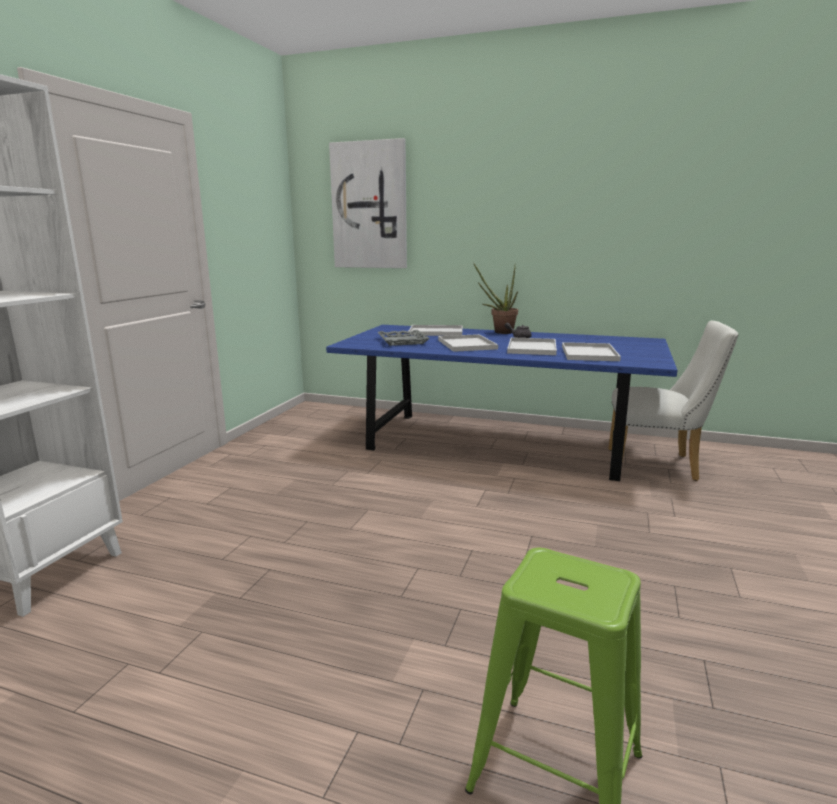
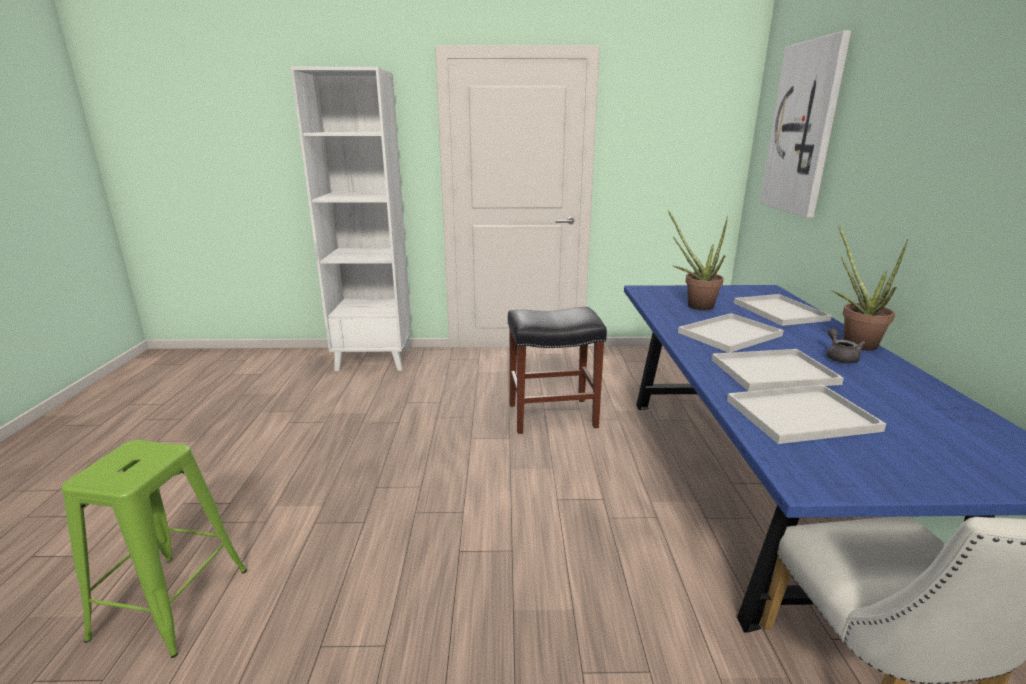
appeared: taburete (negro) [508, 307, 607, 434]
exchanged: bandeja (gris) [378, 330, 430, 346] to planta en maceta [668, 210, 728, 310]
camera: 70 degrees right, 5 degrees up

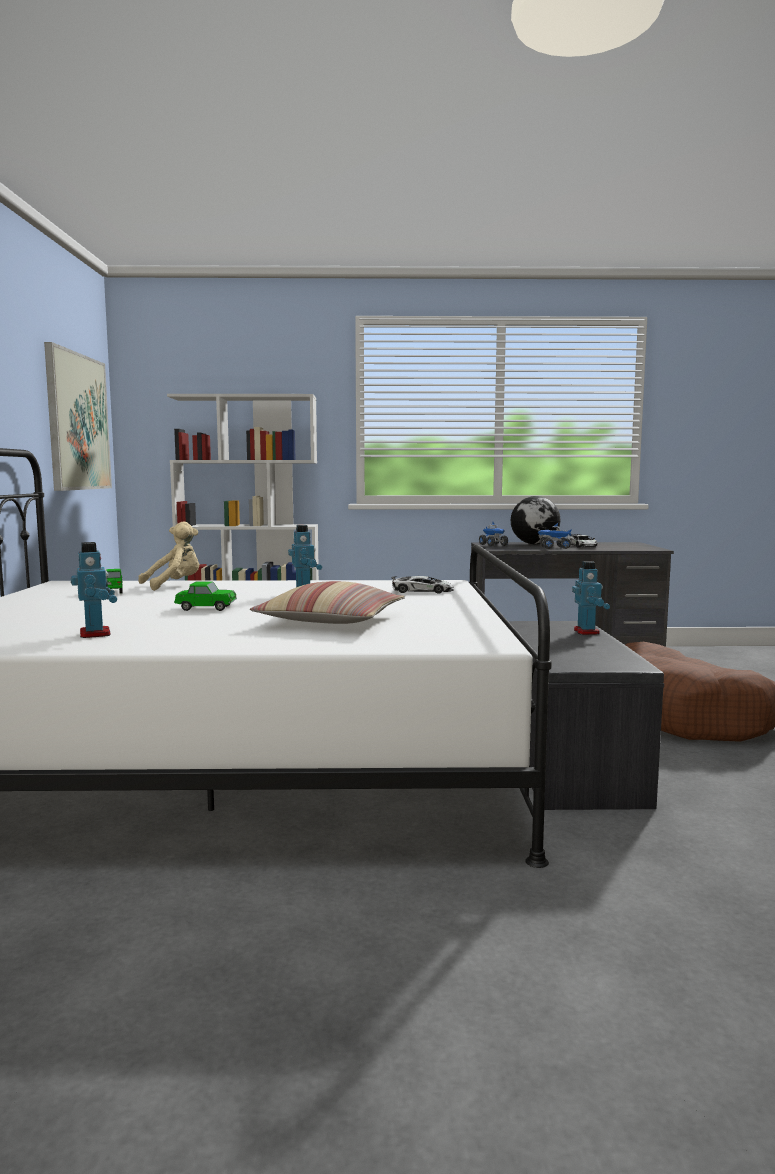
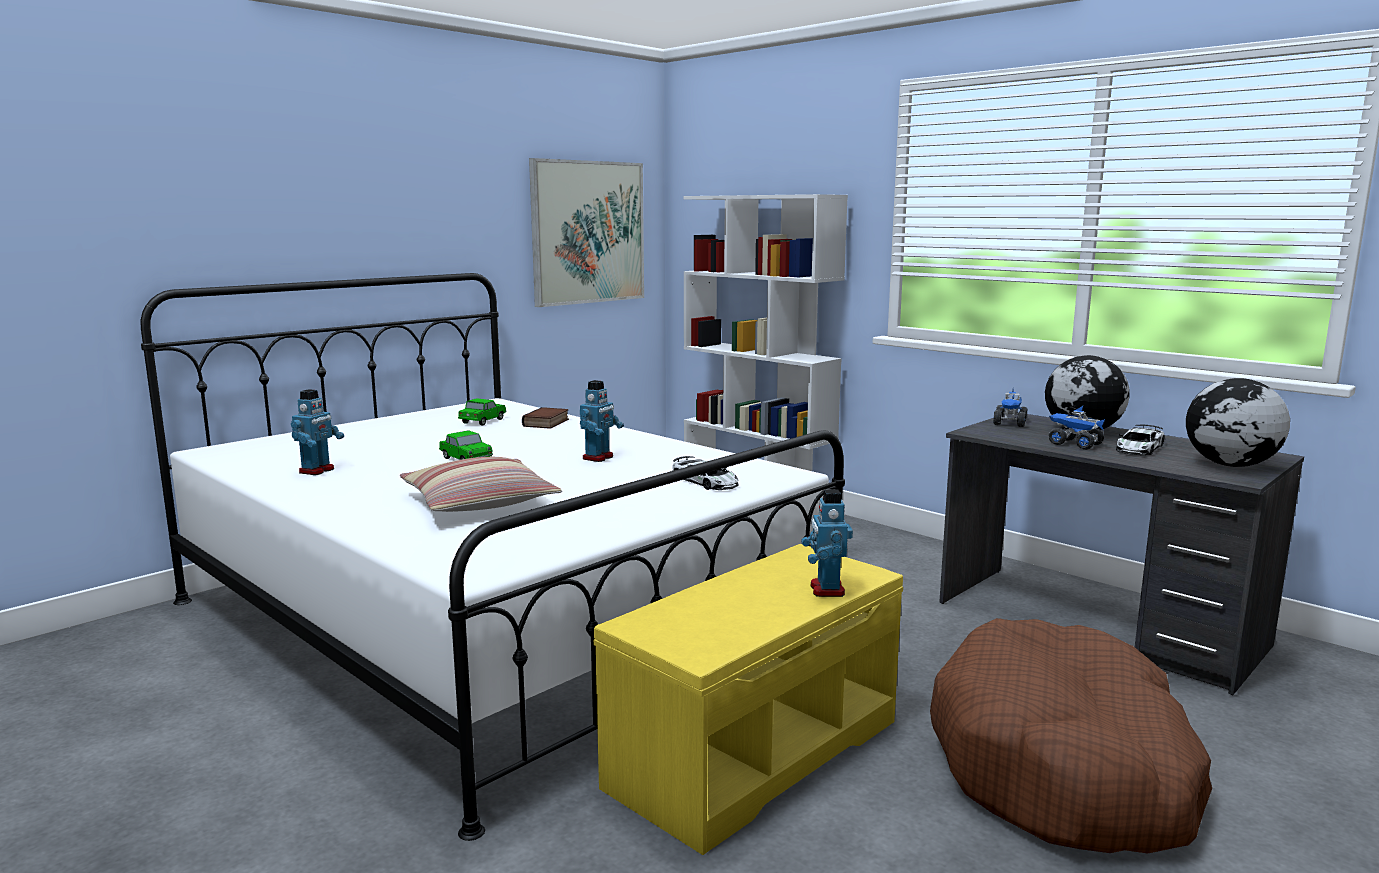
appeared: globo terráqueo [1186, 378, 1290, 467]
exchanged: peluche (beis) [138, 522, 199, 591] to libro [522, 407, 569, 429]
colour: banco (gris) [504, 621, 664, 810] to banco (amarillo) [593, 544, 903, 855]
spun: robot de juguete [572, 561, 610, 635] = [801, 489, 853, 597] 135 degrees clockwise
camera: 45 degrees right, 5 degrees up

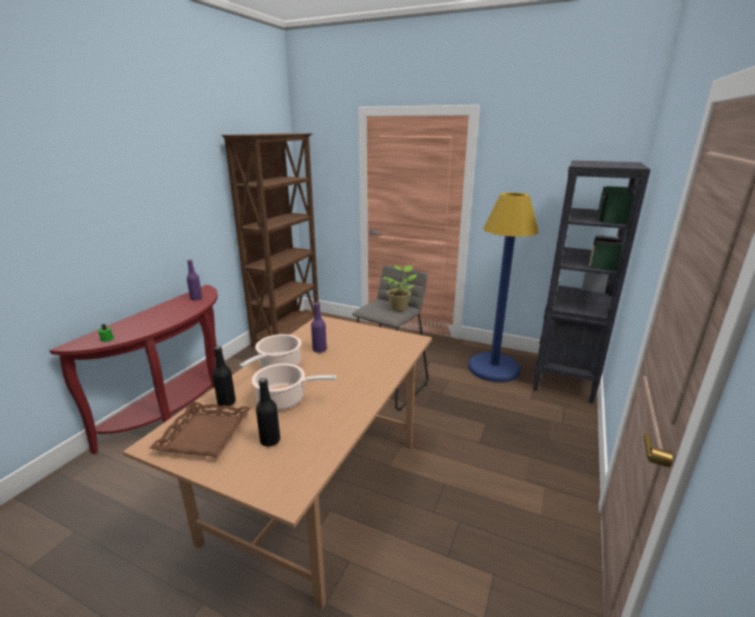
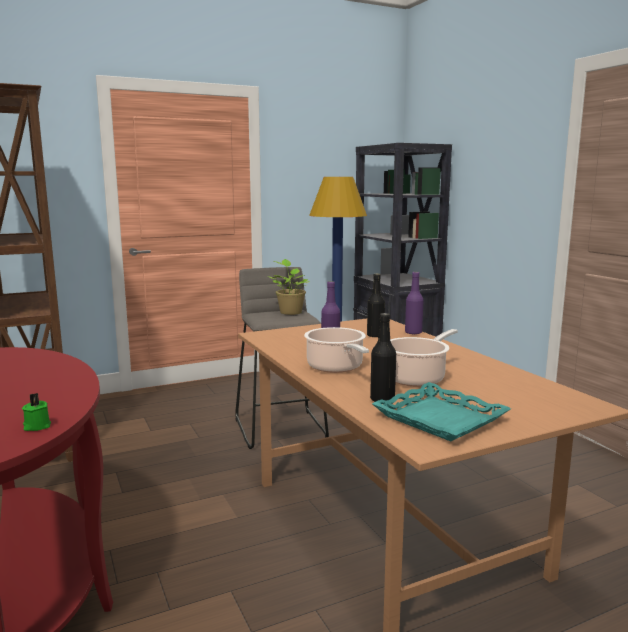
relocated: botella (morado) [187, 259, 202, 301] to [405, 272, 424, 335]; botella (negro) [256, 378, 280, 447] to [367, 274, 385, 337]
colour: bandeja (marrón) [149, 402, 251, 457] to bandeja (turquesa) [372, 382, 511, 441]
camera: 50 degrees left, 10 degrees down

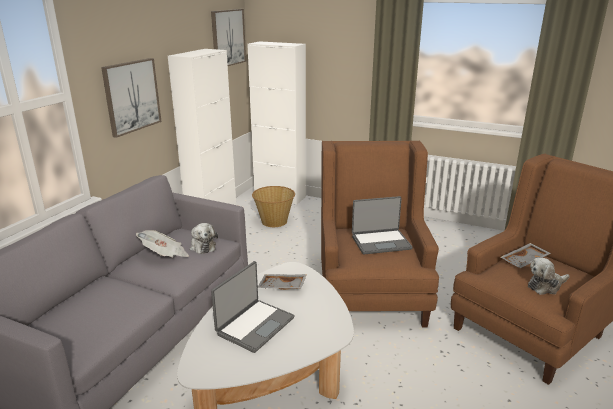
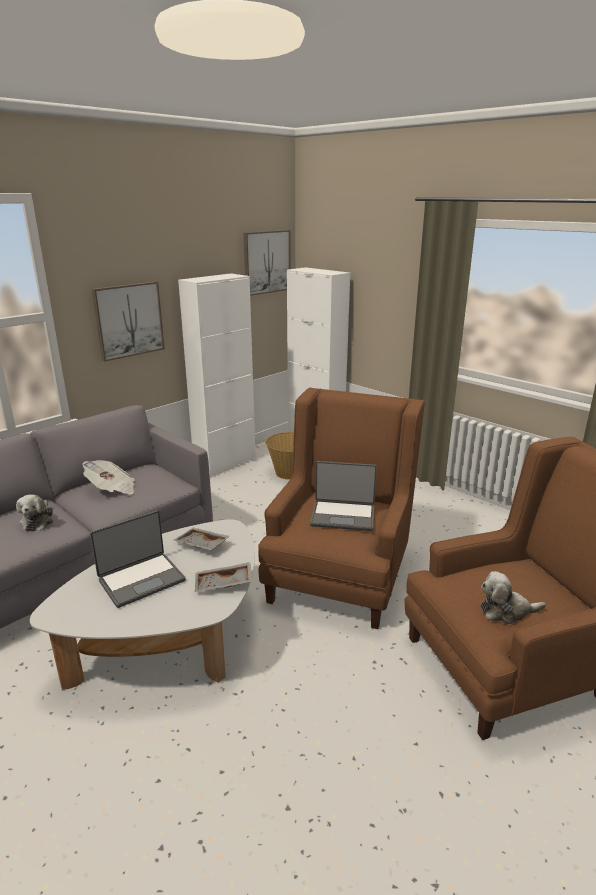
relocated: peluche [190, 223, 218, 254] to [16, 494, 53, 532]; bandeja (gris) [501, 243, 551, 268] to [195, 562, 252, 592]
camera: 20 degrees right, 0 degrees up

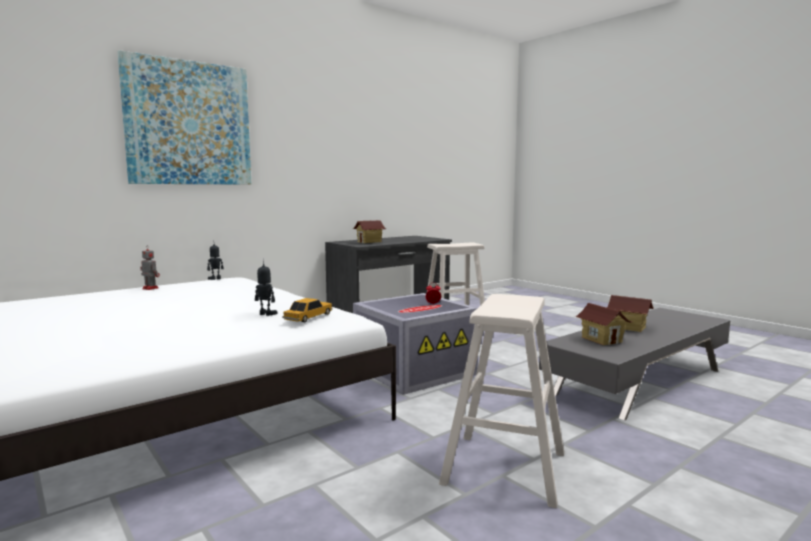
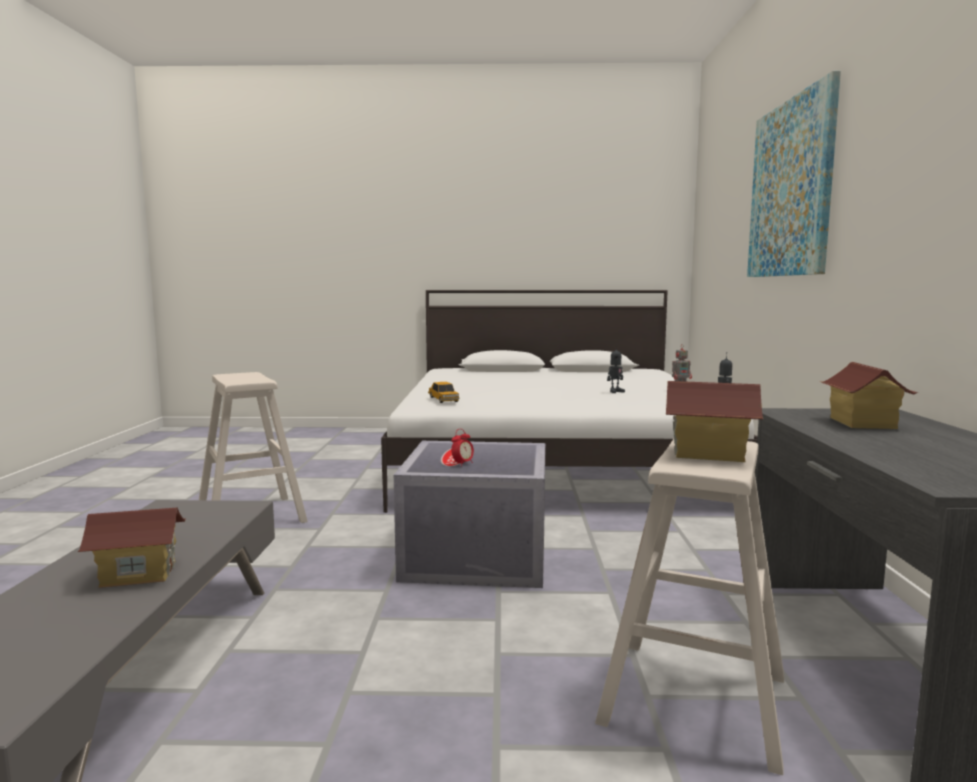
relocated: robot de juguete [255, 259, 278, 316] to [607, 344, 625, 393]; casita [575, 303, 632, 345] to [666, 381, 763, 462]
camera: 130 degrees right, 0 degrees up

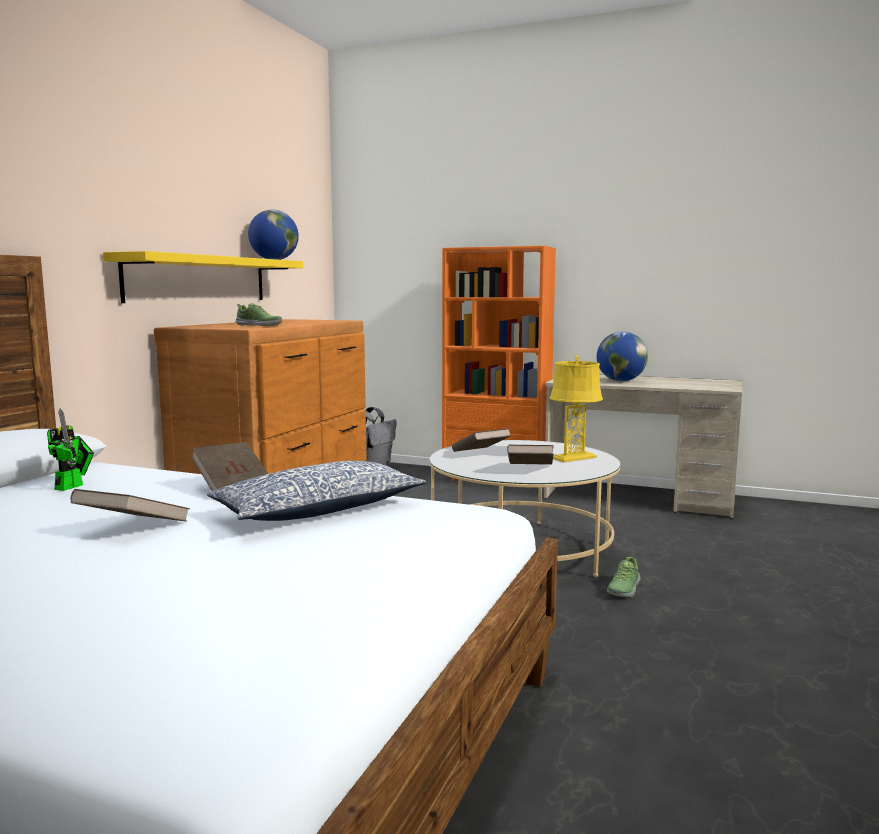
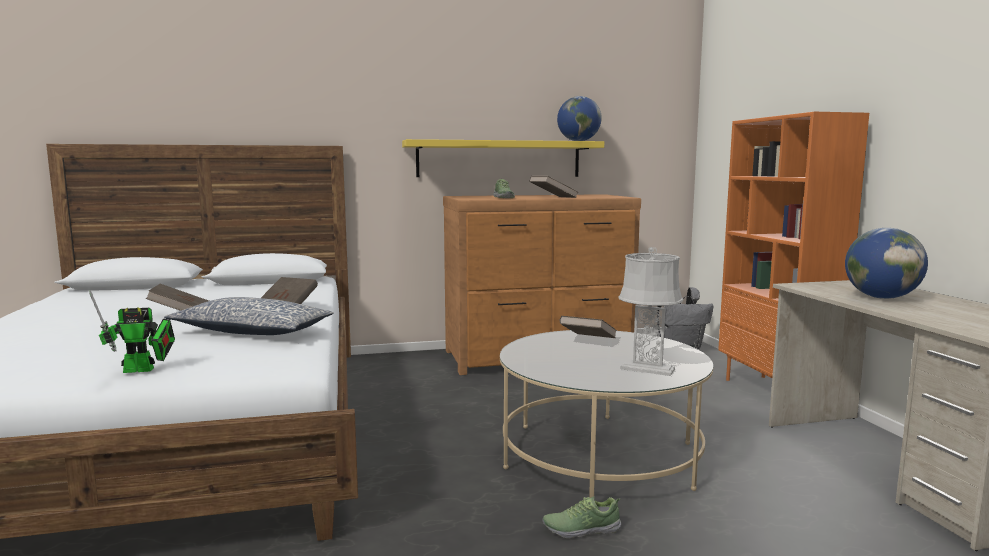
relocated: robot de juguete [47, 408, 94, 491] to [89, 290, 175, 373]; libro (marrón) [507, 445, 554, 465] to [529, 176, 578, 198]
colour: lámpara de mesa (amarillo) [550, 355, 603, 462] to lámpara de mesa (gris) [618, 247, 683, 376]
camera: 55 degrees right, 0 degrees up

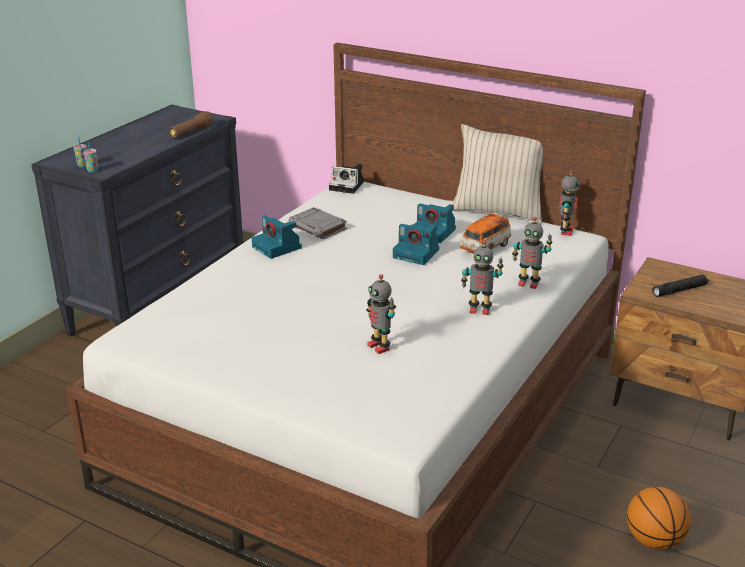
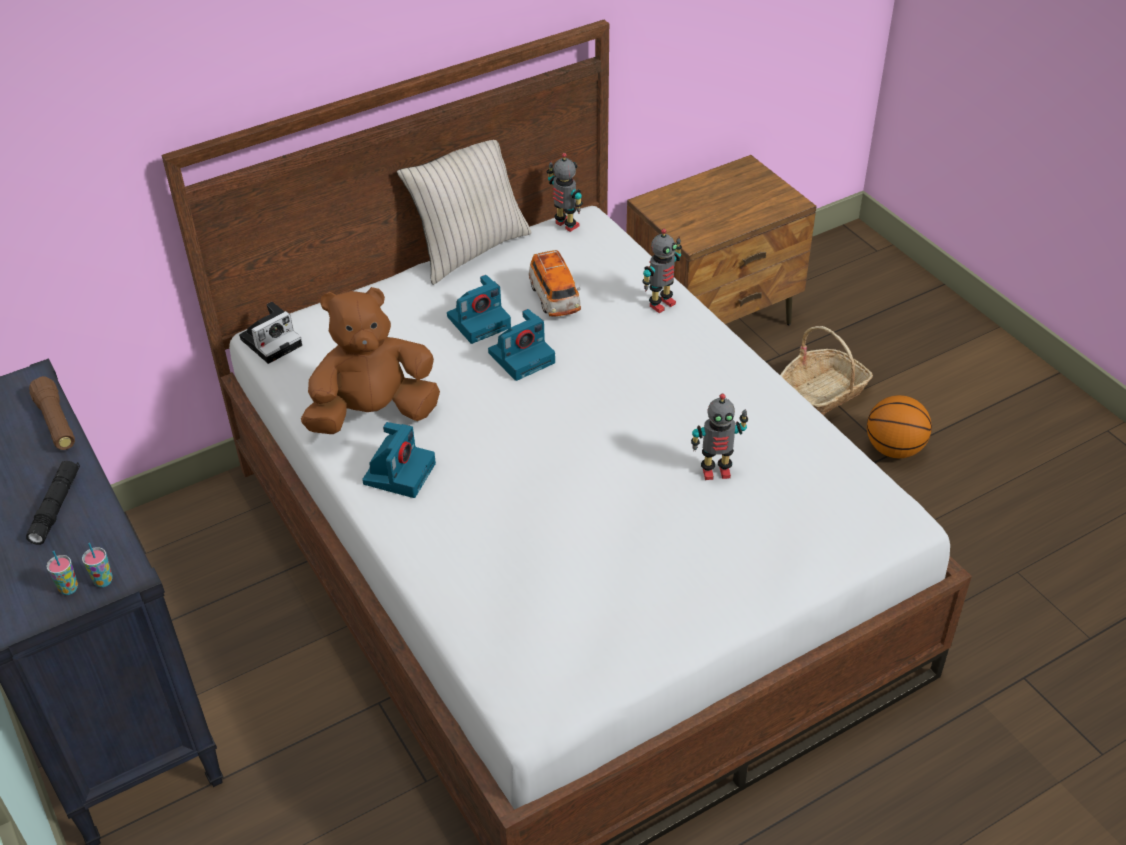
missing: robot de juguete [461, 240, 503, 315]
appeared: cesta [780, 326, 873, 415]
relocated: linterna (negro) [652, 274, 709, 297] to [26, 461, 80, 545]
exchanged: libro (gris) [289, 207, 347, 239] to peluche (marrón) [301, 287, 440, 434]
spun: cámara [252, 215, 302, 259] = [362, 422, 436, 498] 60 degrees counterclockwise
camera: 60 degrees left, 15 degrees up

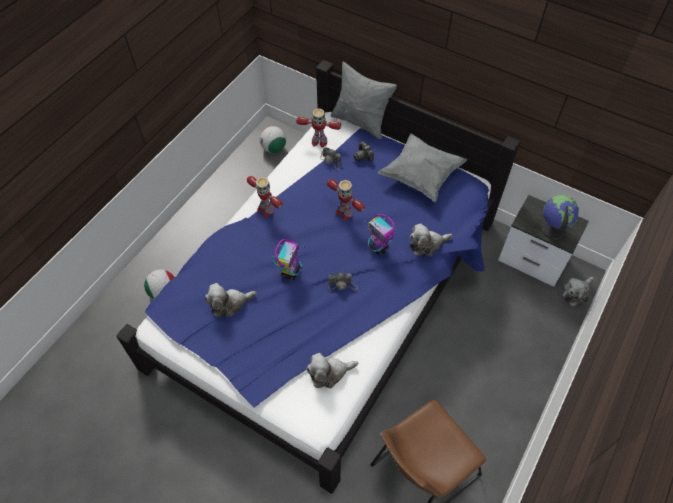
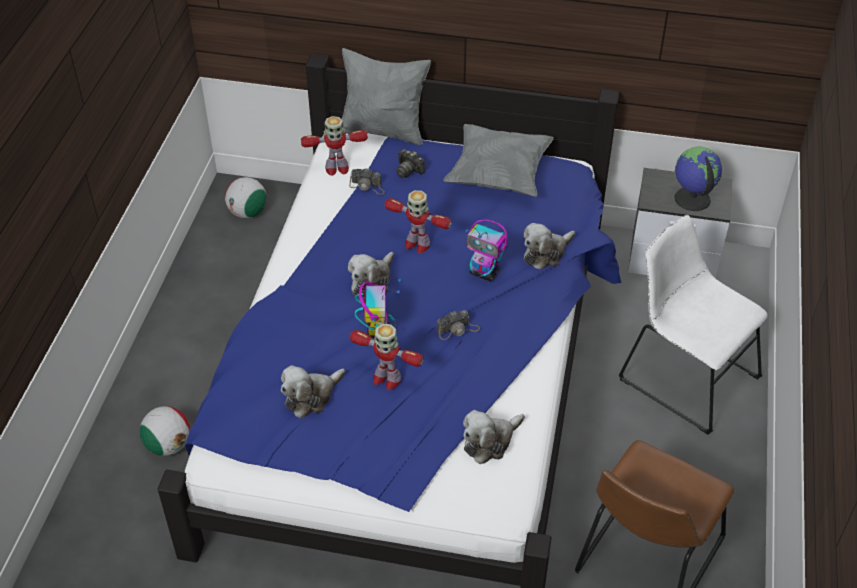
appeared: silla (blanco) [619, 215, 768, 435]
relocated: robot de juguete [247, 176, 283, 217] to [350, 324, 424, 390]; peluche [562, 277, 594, 307] to [348, 252, 394, 298]
camera: 20 degrees left, 10 degrees down

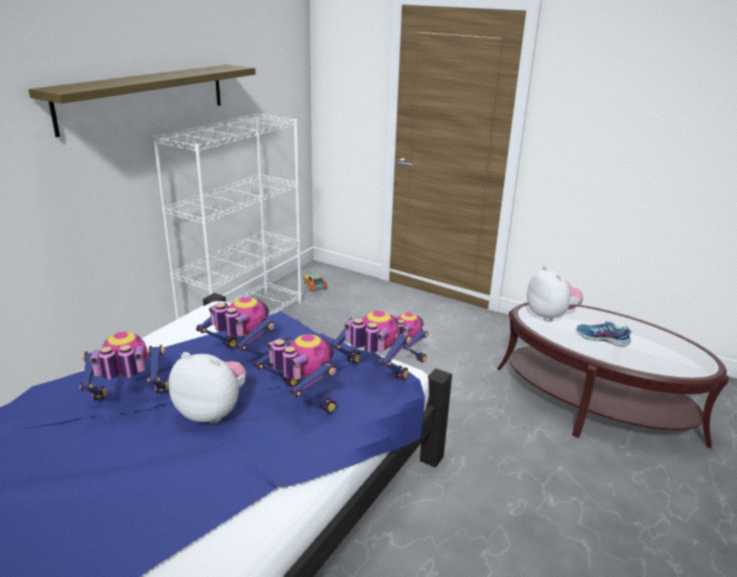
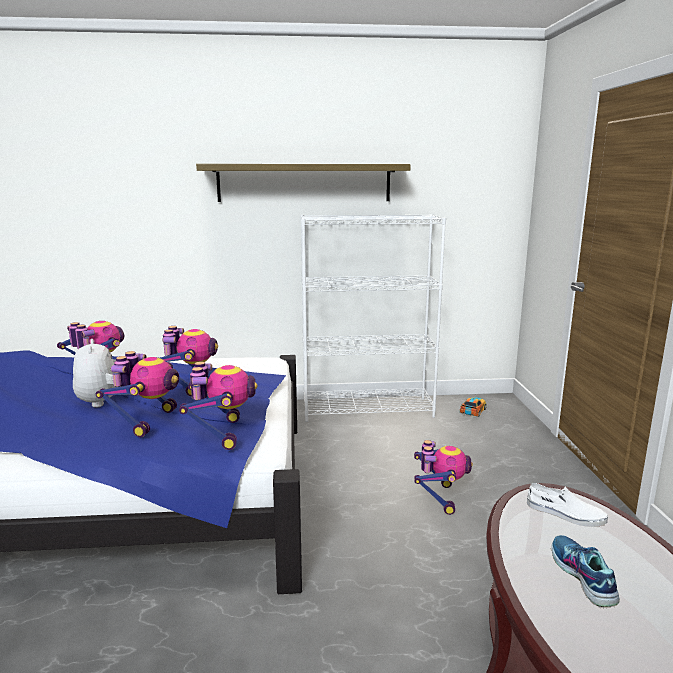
exchanged: peluche [527, 266, 583, 322] to zapato (blanco) [527, 483, 608, 527]
camera: 55 degrees right, 10 degrees down

